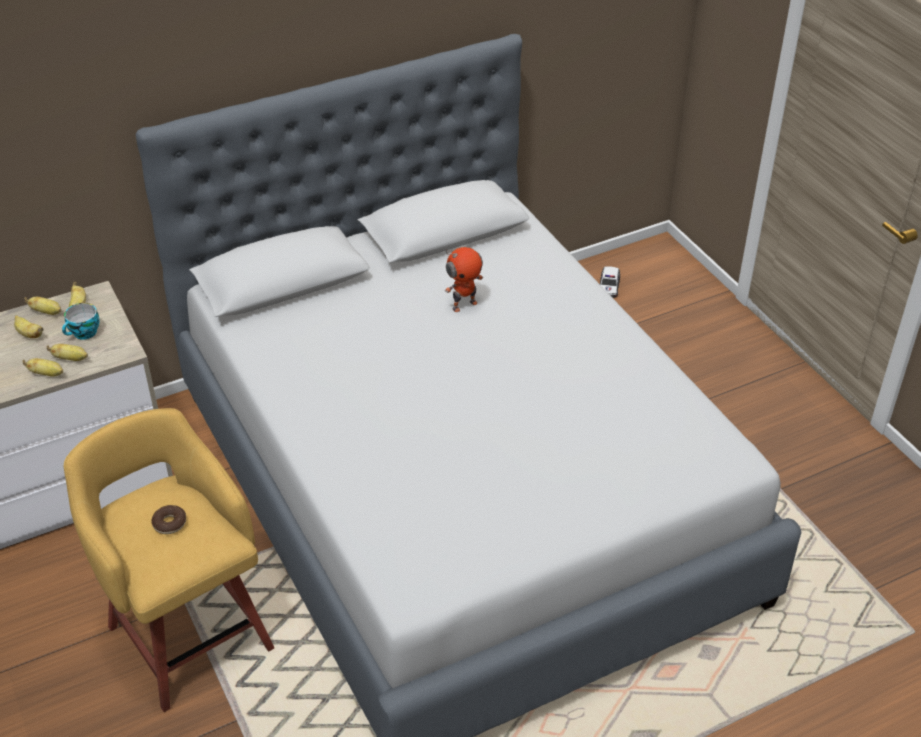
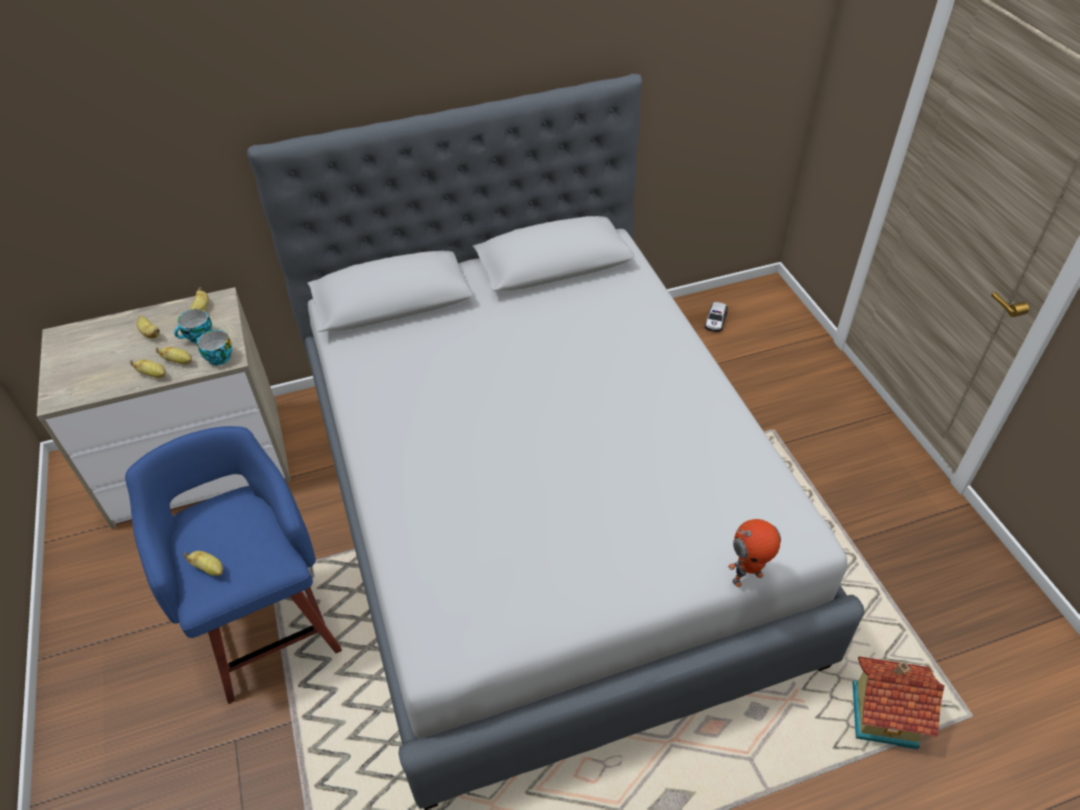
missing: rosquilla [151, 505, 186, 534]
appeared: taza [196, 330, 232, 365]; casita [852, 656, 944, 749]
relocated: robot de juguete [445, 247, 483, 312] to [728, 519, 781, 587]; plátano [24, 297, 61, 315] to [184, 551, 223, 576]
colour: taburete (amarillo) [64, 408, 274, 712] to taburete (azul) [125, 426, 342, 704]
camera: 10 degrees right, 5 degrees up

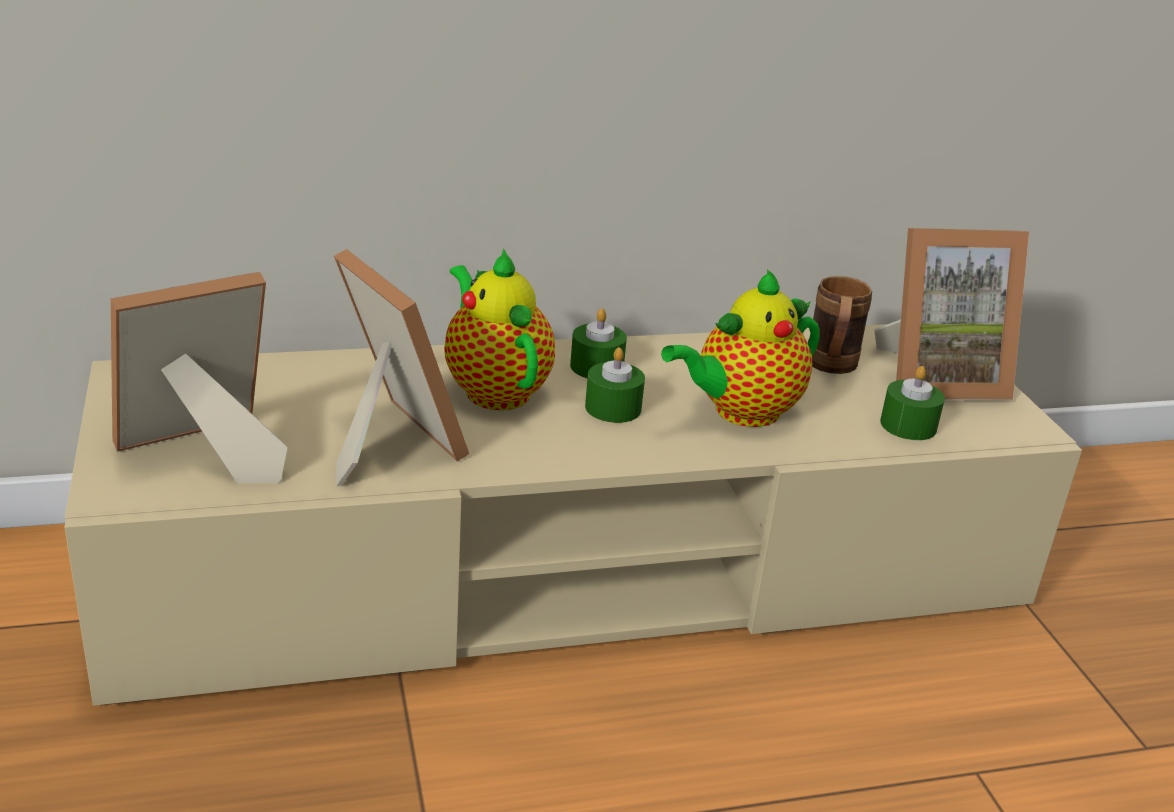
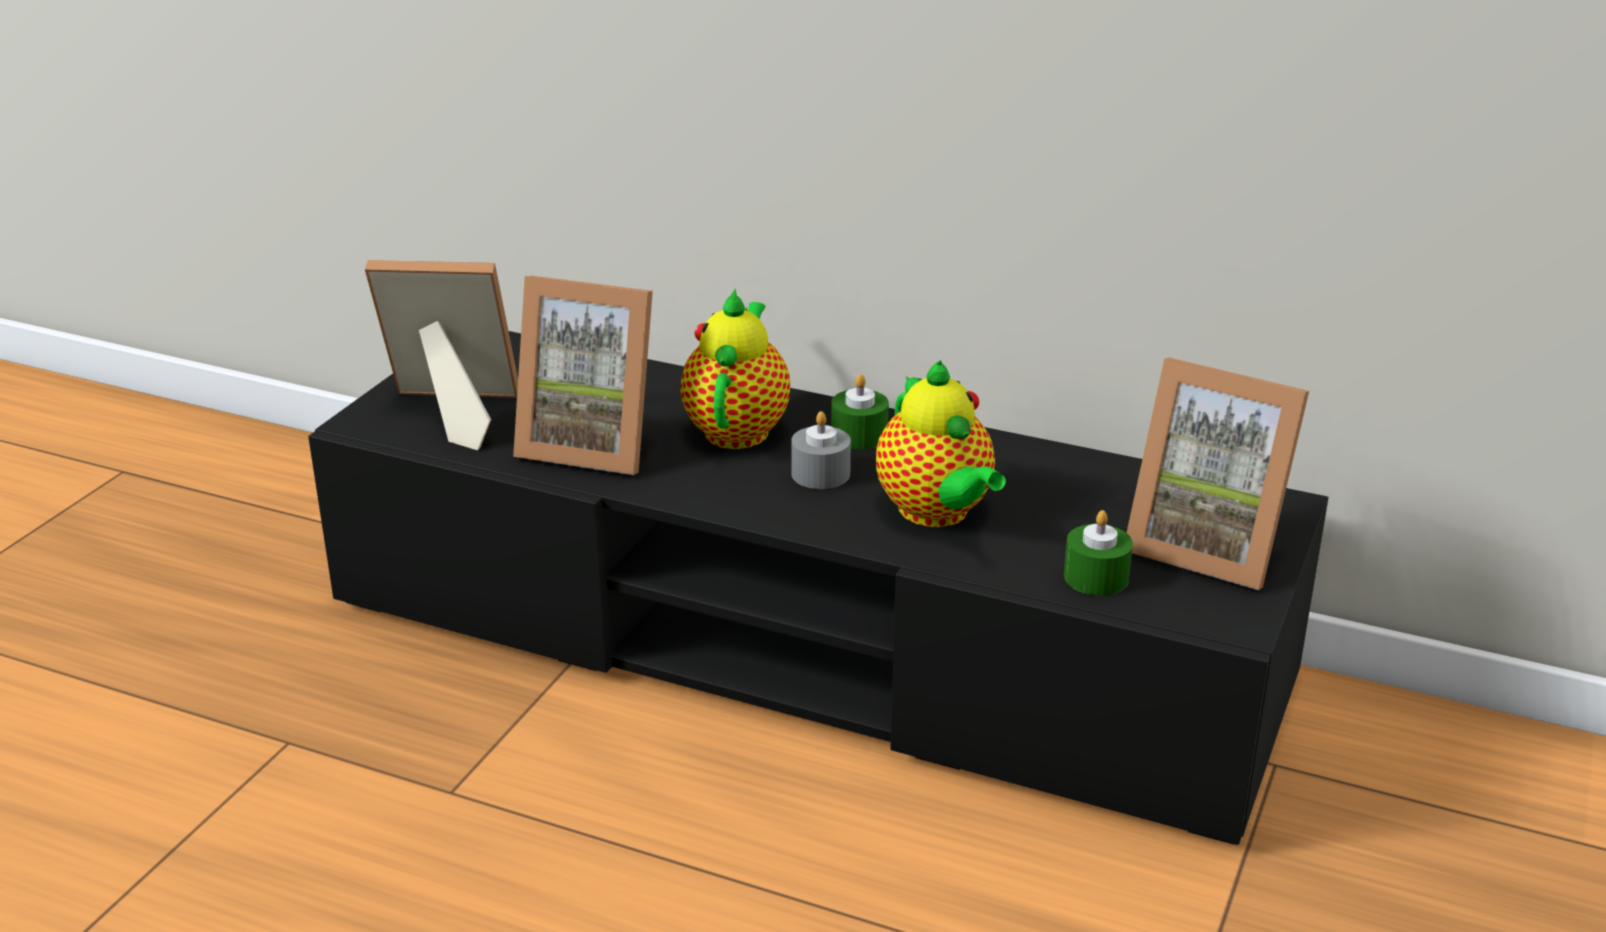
missing: taza grande (marrón) [808, 276, 872, 374]
colour: mueble de televisión (beis) [65, 324, 1082, 706] to mueble de televisión (negro) [308, 331, 1329, 845]; vela (verde) [585, 347, 645, 423] to vela (gris) [791, 411, 851, 489]
spun: portarretratos [334, 249, 469, 486] = [513, 275, 653, 475] 105 degrees clockwise; tetera [661, 269, 820, 427] = [876, 360, 1006, 527] 120 degrees counterclockwise
camera: 40 degrees right, 0 degrees up

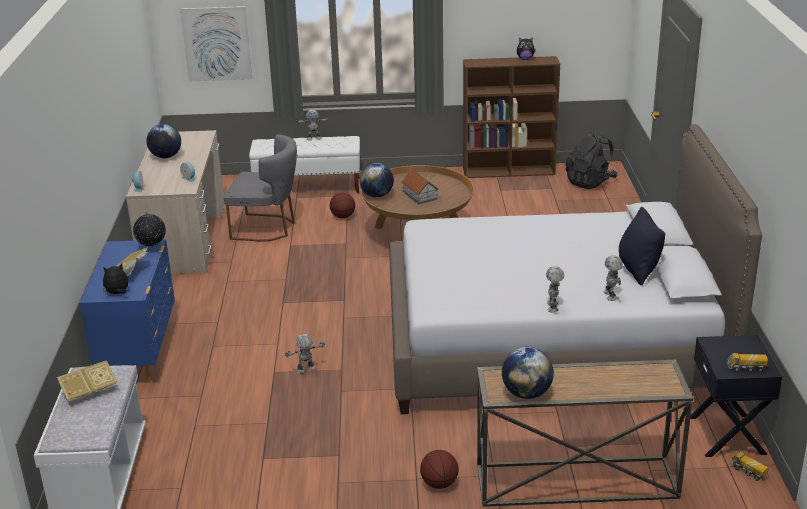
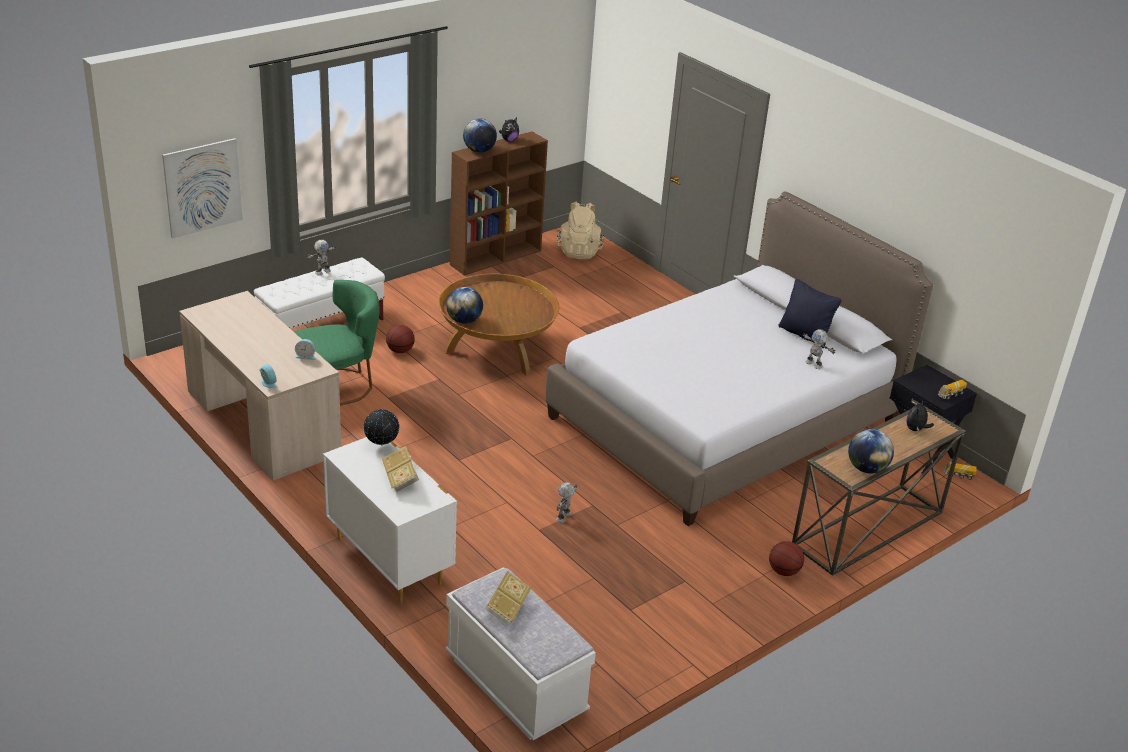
missing: casita [402, 169, 439, 204]; robot de juguete [546, 266, 564, 312]
relocated: globo terráqueo [146, 124, 181, 158] to [463, 118, 497, 153]; peluche [103, 263, 128, 294] to [906, 400, 934, 432]
colour: mochila (negro) [565, 132, 617, 189] to mochila (beis) [557, 202, 604, 259]; silla (gris) [224, 134, 297, 242] to silla (verde) [294, 280, 380, 406]; cómoda (azul) [80, 239, 175, 383] to cómoda (blanco) [323, 437, 457, 604]
camera: 40 degrees left, 5 degrees up

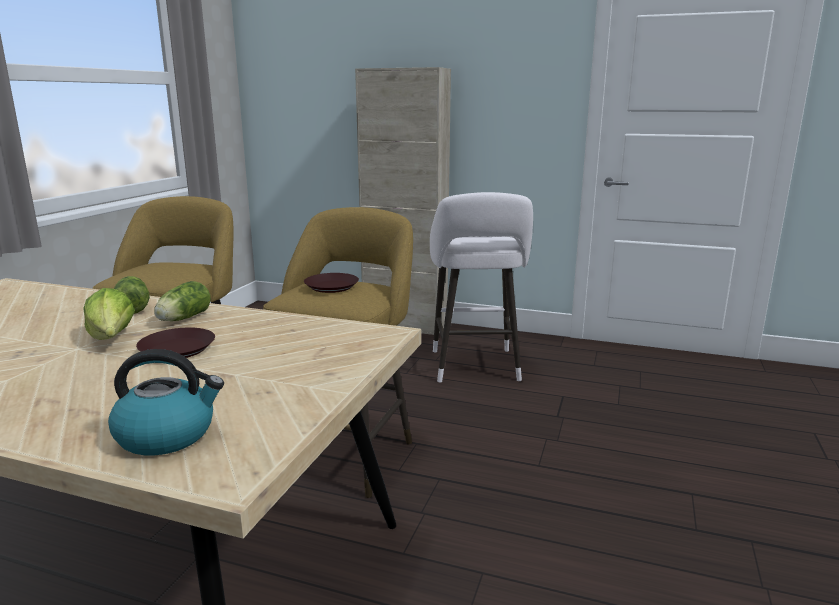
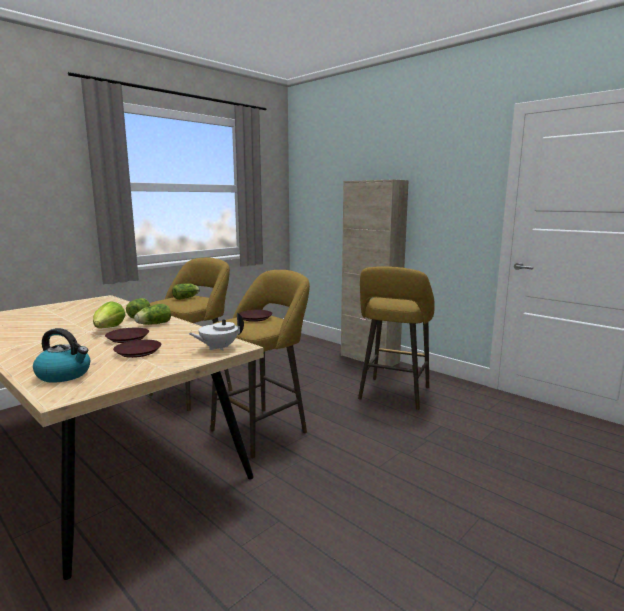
appeared: lechuga [172, 284, 200, 300]; tetera (blanco) [188, 313, 244, 351]; plato (marrón) [113, 340, 161, 358]
colour: taburete (blanco) [430, 192, 533, 382] to taburete (amarillo) [358, 266, 435, 410]
camera: 25 degrees right, 5 degrees down

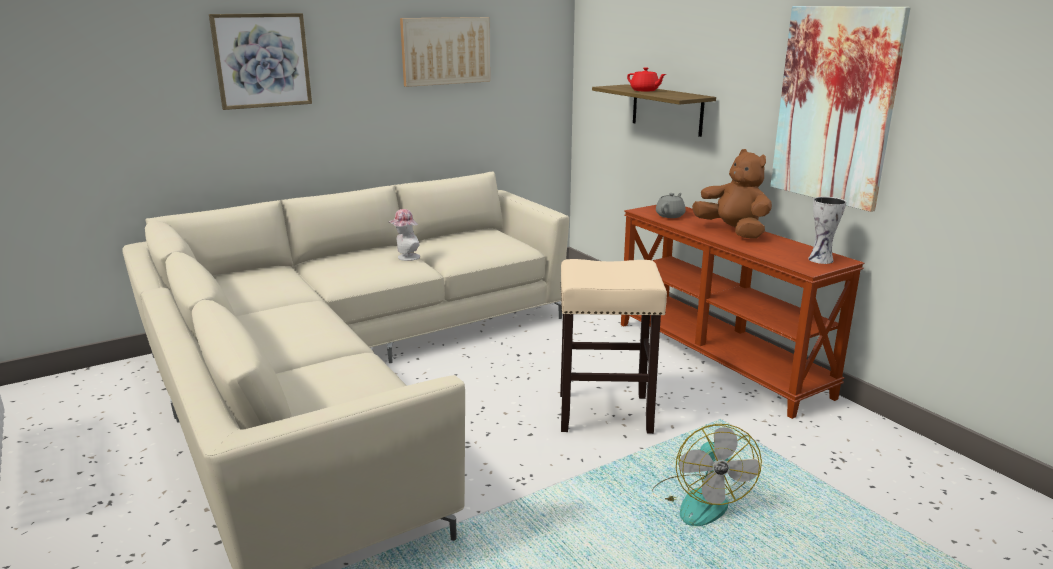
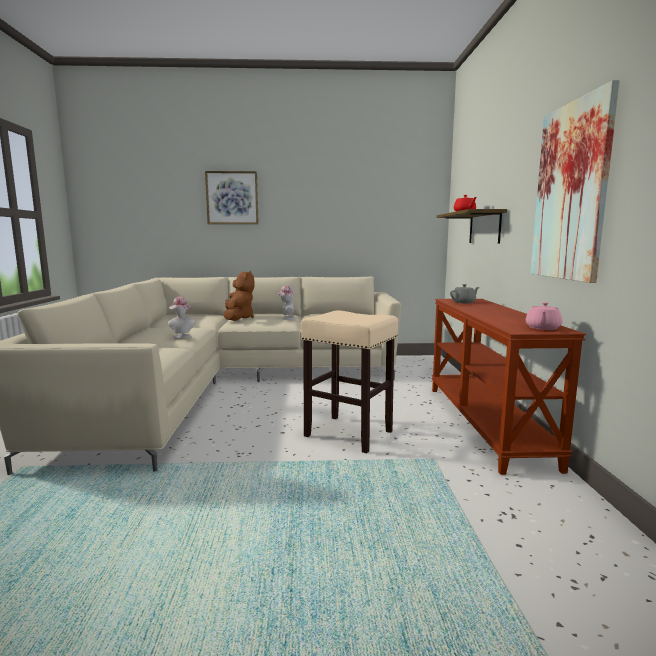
missing: cuadro [400, 17, 490, 87]; ventilador [652, 424, 762, 526]
appeared: sombrero [168, 297, 195, 339]
relocated: peluche (marrón) [692, 149, 772, 238] to [223, 271, 254, 321]
exchanged: florero [808, 197, 846, 264] to tetera (rosa) [526, 302, 562, 330]
camera: 30 degrees right, 10 degrees down

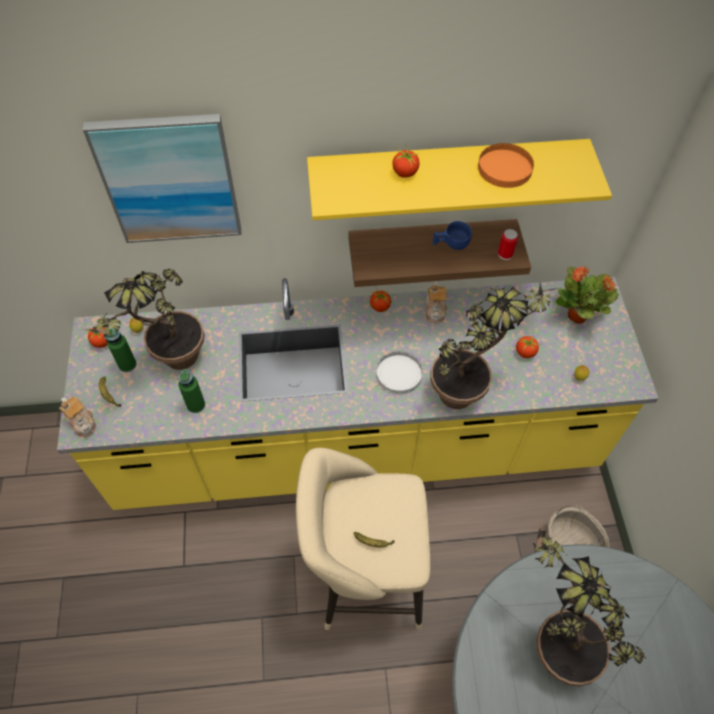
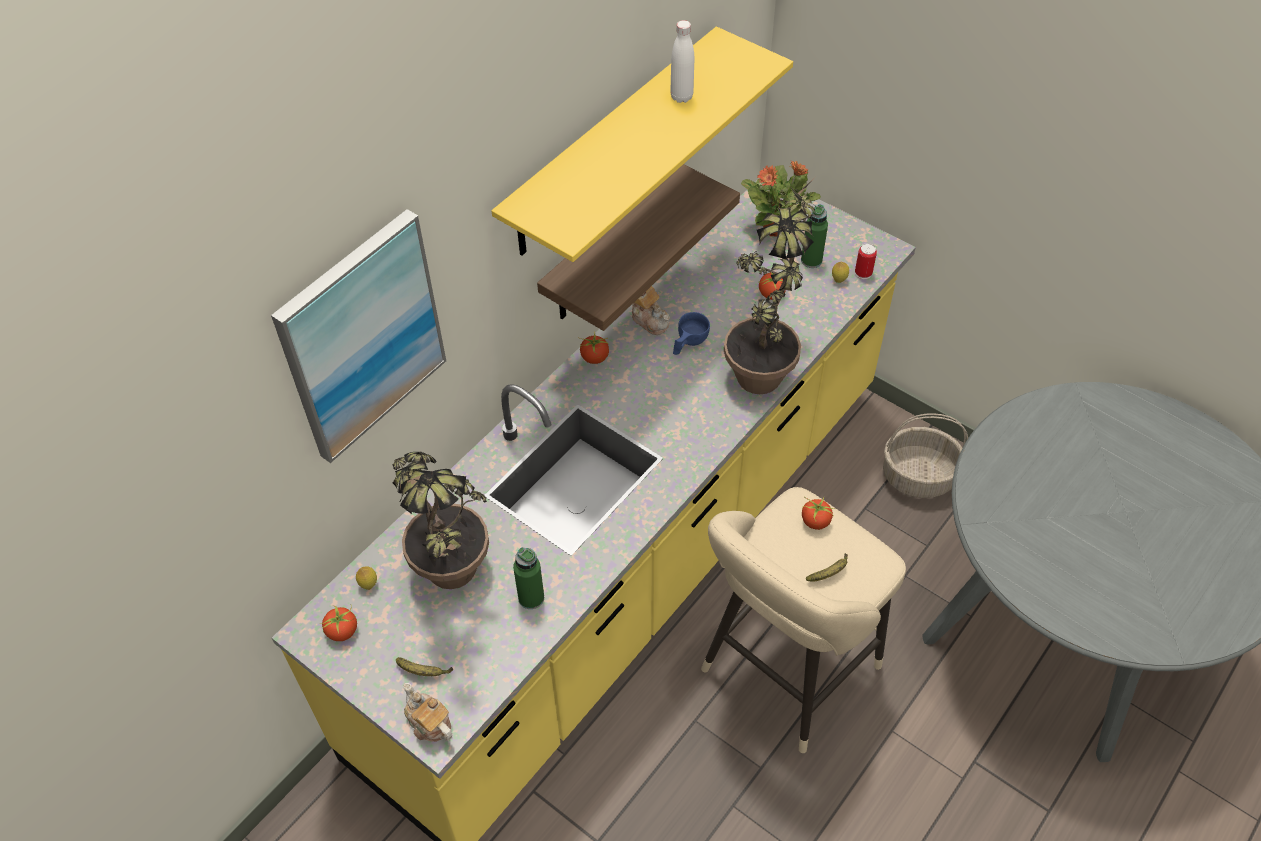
missing: plato (blanco) [376, 352, 422, 394]; planta en maceta [533, 522, 646, 686]
relocated: tomate [392, 144, 420, 178] to [802, 498, 835, 530]; taza (azul) [432, 221, 472, 250] to [673, 312, 710, 355]; lata [498, 229, 518, 260] to [855, 243, 877, 279]; botella (verde) [105, 329, 137, 372] to [801, 204, 828, 268]
exchanged: plato (naranja) [478, 143, 534, 188] to botella (blanco) [670, 20, 694, 103]
spun: tetera [59, 397, 96, 437] = [403, 683, 452, 742] 135 degrees counterclockwise
camera: 45 degrees left, 5 degrees down

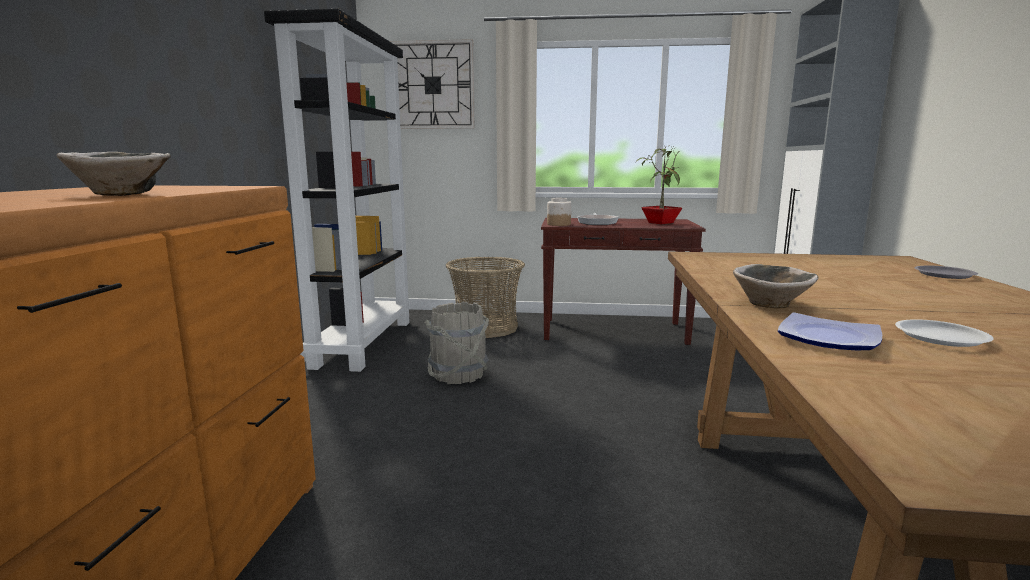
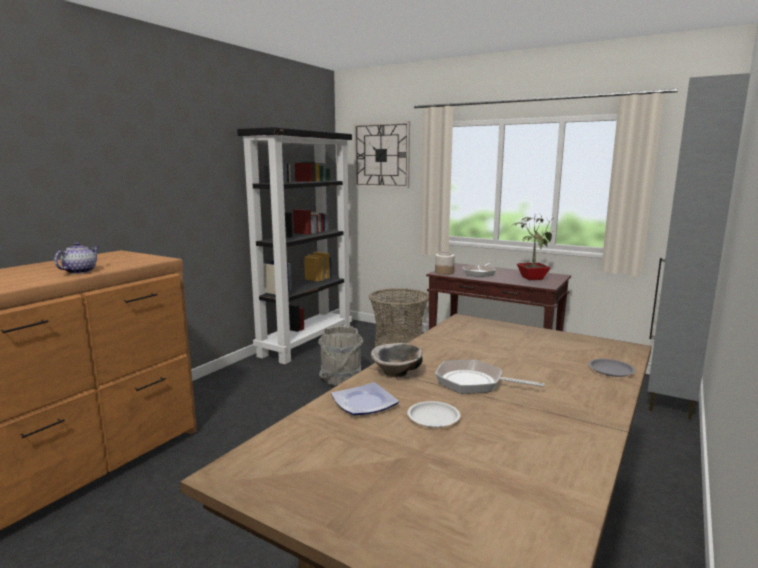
appeared: sartén [435, 360, 544, 394]
exchanged: cuenco [56, 152, 171, 196] to tetera [54, 242, 99, 274]
camera: 25 degrees right, 0 degrees up

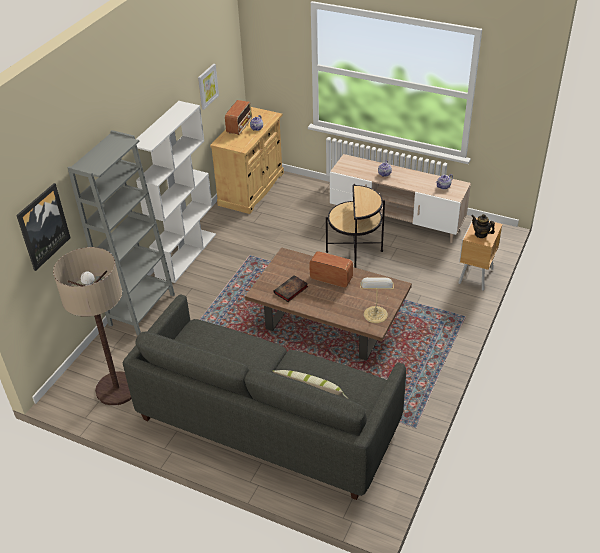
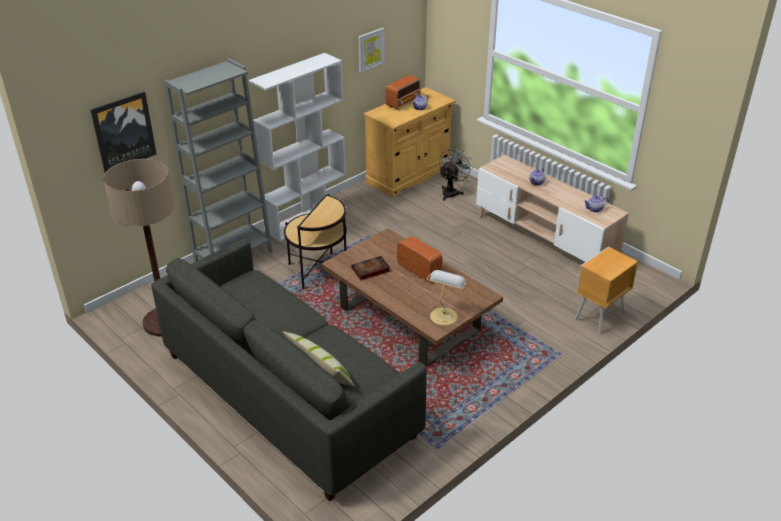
missing: tetera [472, 214, 495, 238]
appeared: ventilador (gris) [439, 147, 472, 201]
relocated: mesa auxiliar [326, 184, 385, 268] to [284, 194, 347, 290]
camera: 20 degrees right, 5 degrees down

